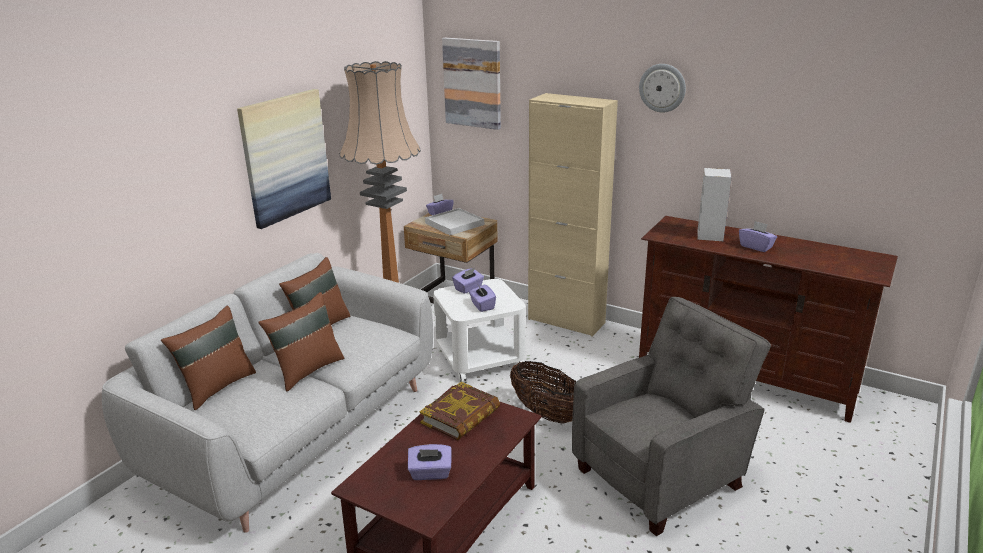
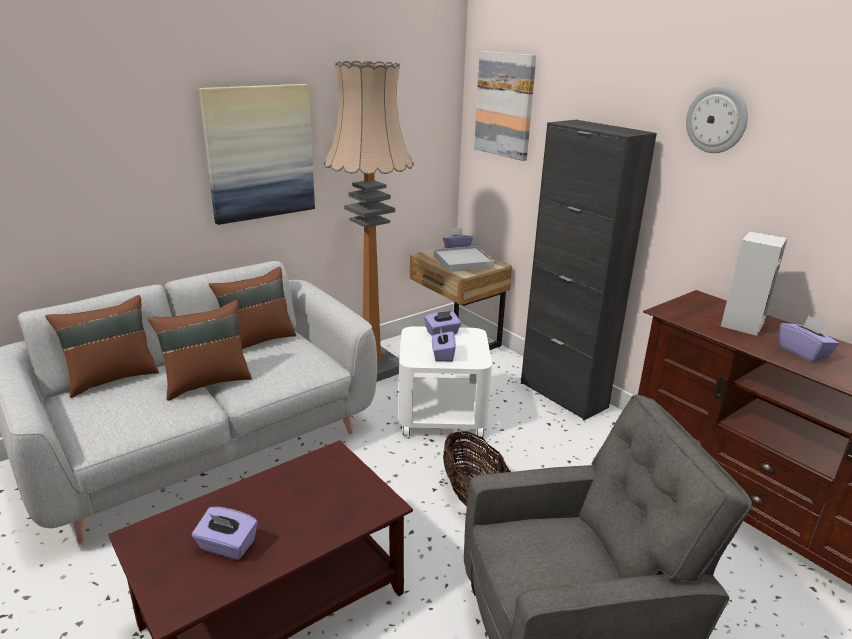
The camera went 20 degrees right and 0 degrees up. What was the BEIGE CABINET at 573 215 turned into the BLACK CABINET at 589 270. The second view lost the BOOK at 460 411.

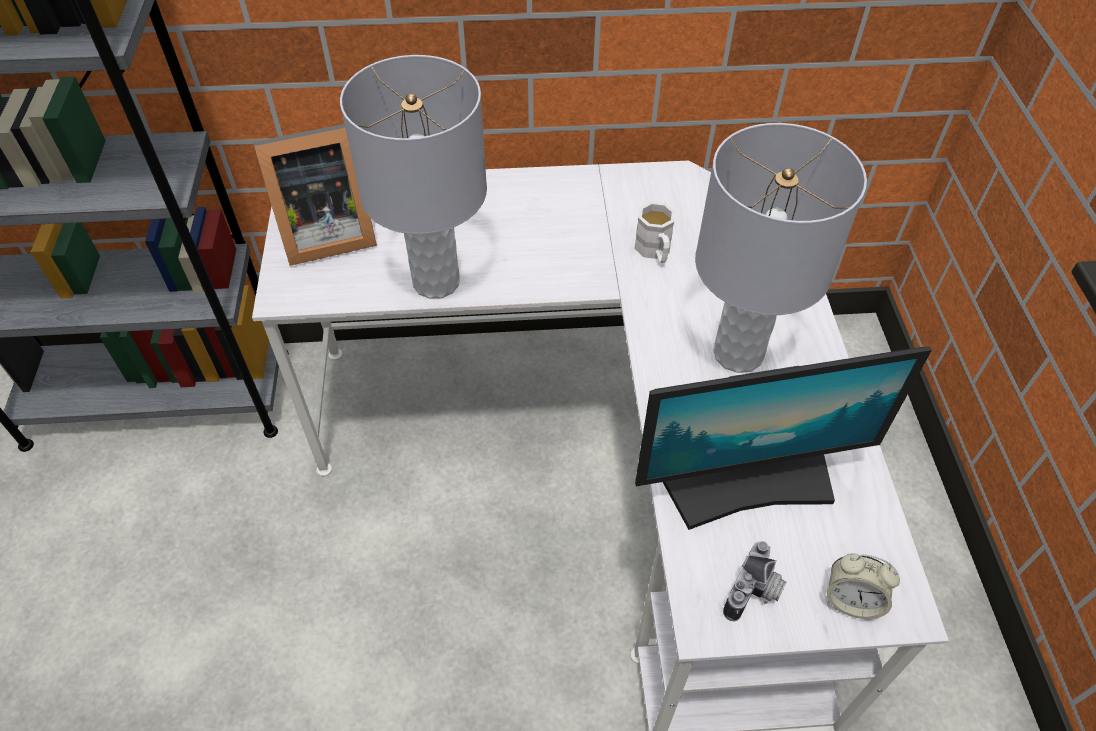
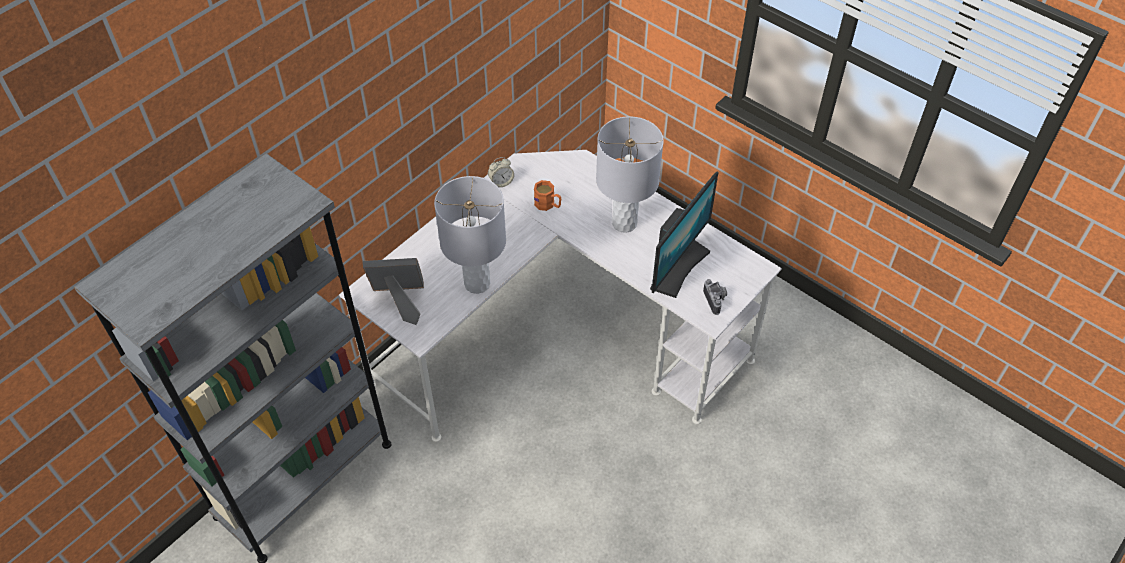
The camera went 45 degrees left and 0 degrees up. The PICTURE FRAME at 315 195 ended up facing another way, 120 degrees counterclockwise from before. What was the WHITE MUG at 655 232 turned into the ORANGE MUG at 547 195. The ALARM CLOCK ended up elsewhere, having gone from 863 586 to 501 172.

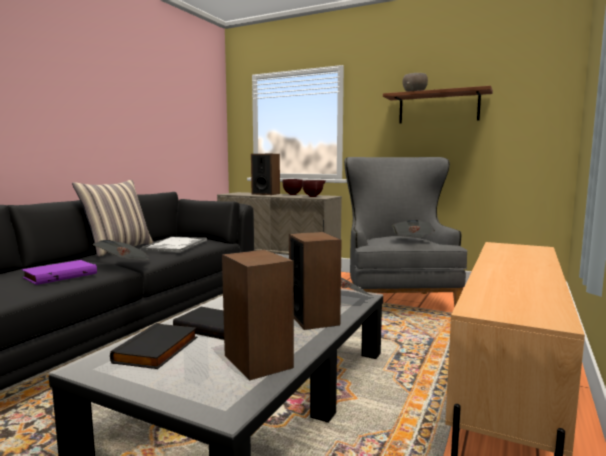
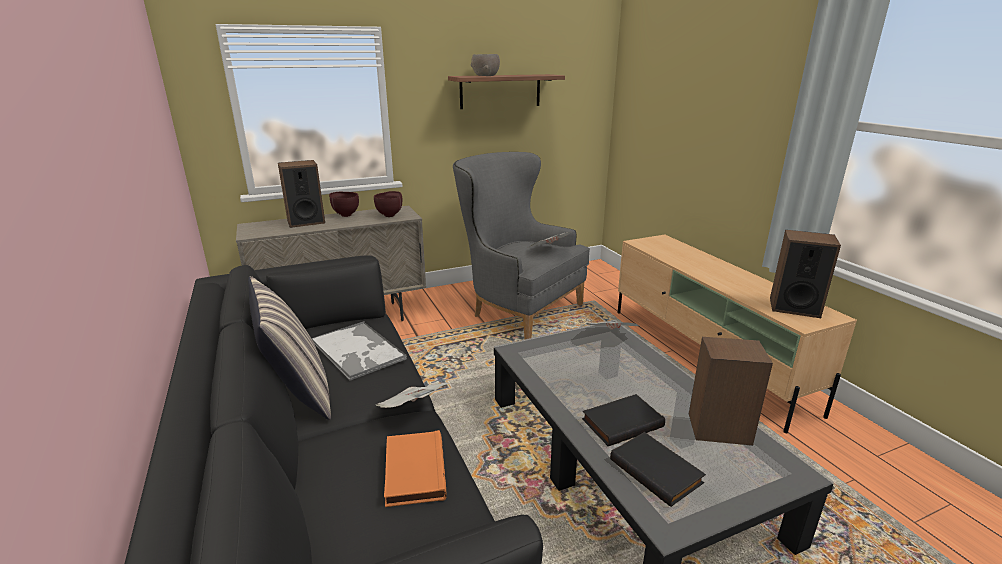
The camera went 50 degrees left and 15 degrees up. The SPEAKER ended up elsewhere, having gone from 315 281 to 805 274. What was the PURPLE BOOK at 59 272 turned into the ORANGE BOOK at 415 468.

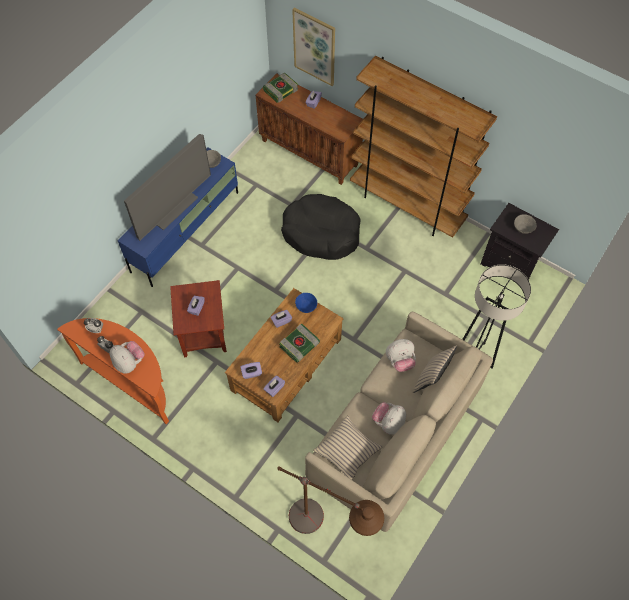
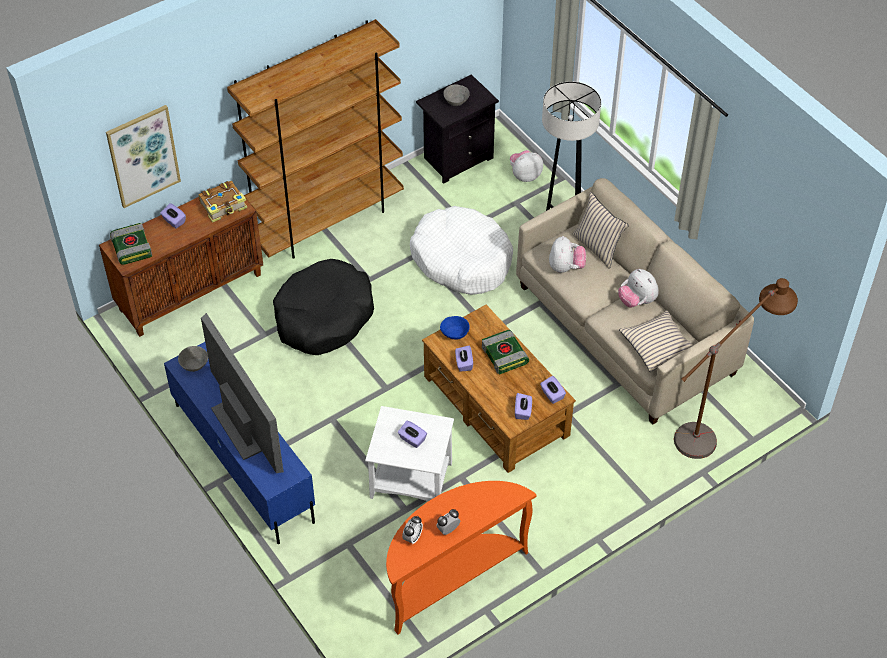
The camera went 70 degrees left and 10 degrees down. What was the BROWN SIDE TABLE at 198 318 turned into the WHITE SIDE TABLE at 409 453. The PLUSH TOY ended up elsewhere, having gone from 127 357 to 526 166. The second view gained the BOOK at 222 202. The second view gained the WHITE DOG BED at 461 250.

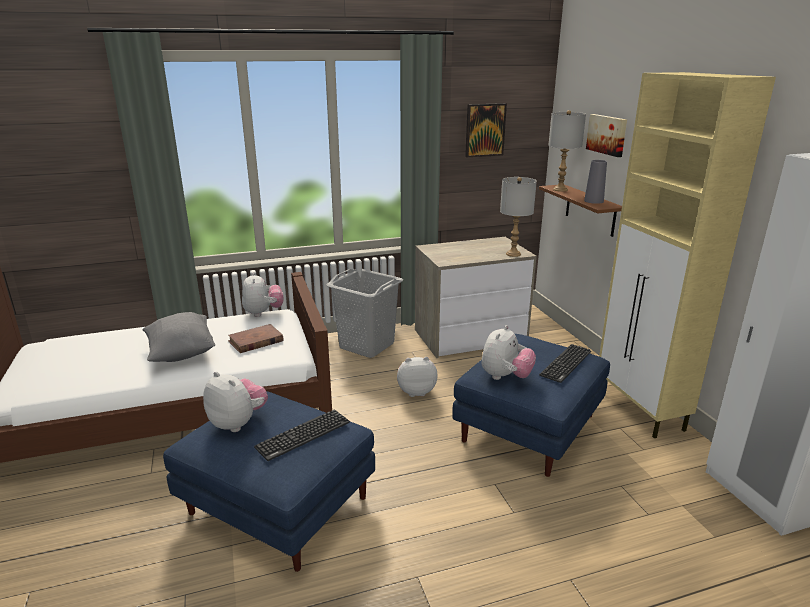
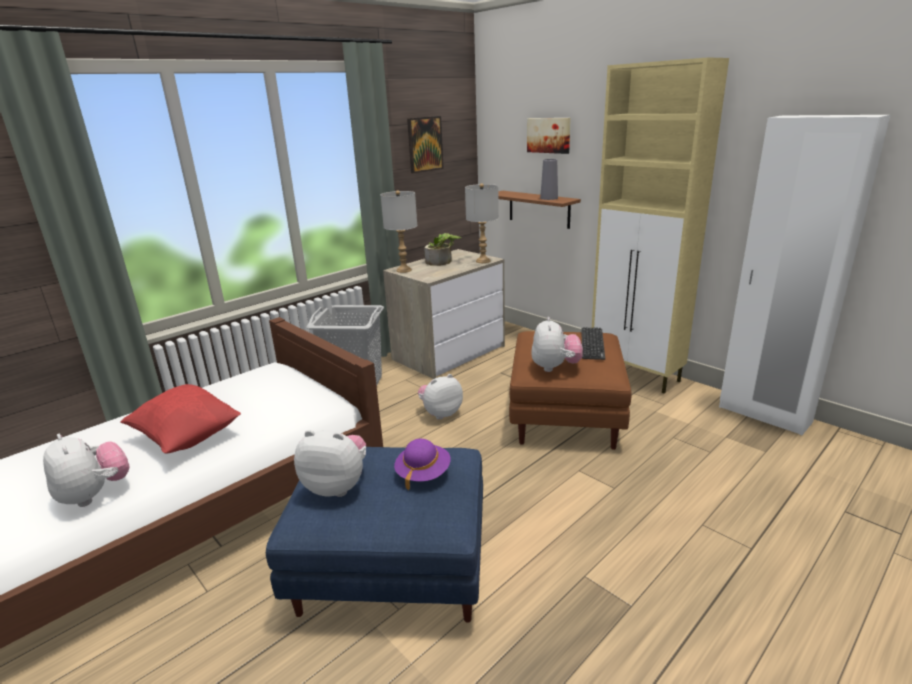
The camera went 25 degrees left and 0 degrees up. The GREY TABLE LAMP ended up elsewhere, having gone from 567 151 to 399 231. The PLUSH TOY ended up elsewhere, having gone from 262 294 to 86 470. What was the GREY PILLOW at 178 337 turned into the RED PILLOW at 181 419. The second view lost the BROWN BOOK at 256 338. What was the BLUE OTTOMAN at 531 405 turned into the BROWN OTTOMAN at 570 390. Where the KEYBOARD stood at 302 435, the PURPLE HAT came to stand at 422 464. The second view gained the POTTED PLANT at 443 249.

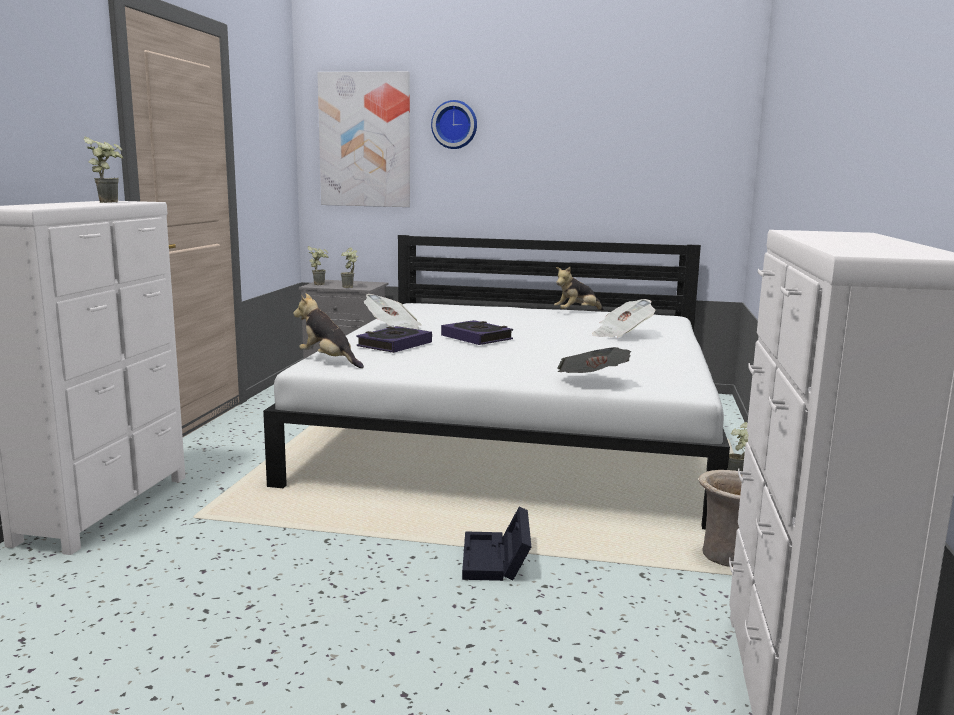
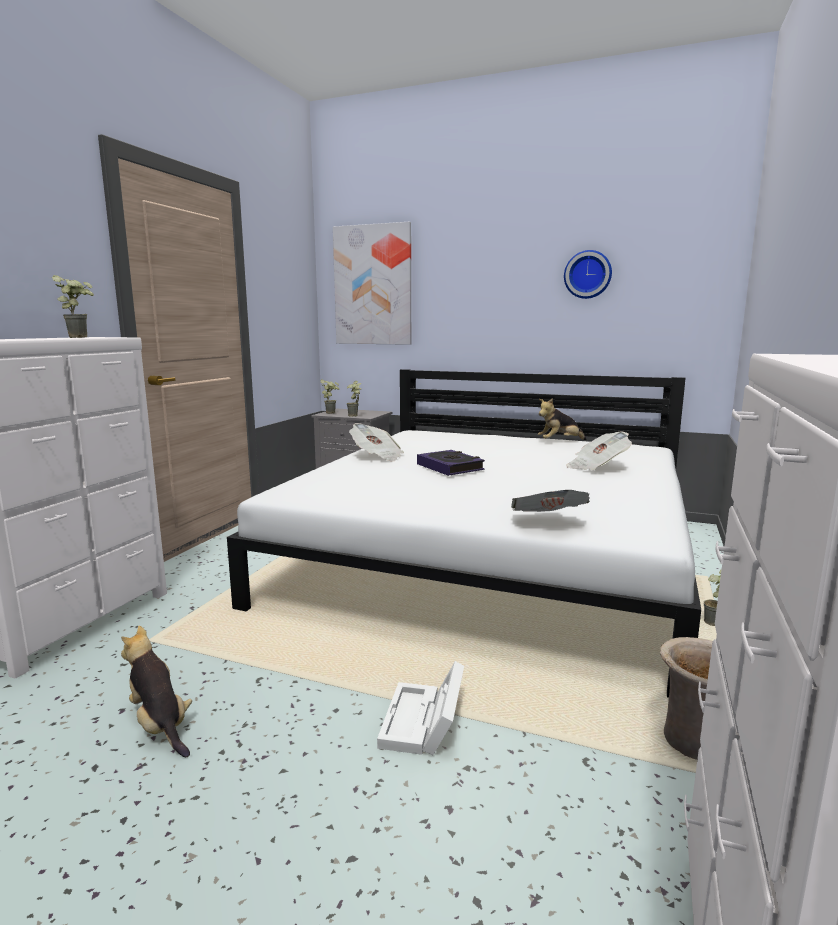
The camera went 10 degrees right and 0 degrees up. The WALL CLOCK ended up elsewhere, having gone from 454 124 to 588 274. The PLUSH TOY ended up elsewhere, having gone from 328 330 to 156 691. The second view lost the BOOK at 394 339. What was the BLACK STORAGE BOX at 497 543 turned into the WHITE STORAGE BOX at 420 708.

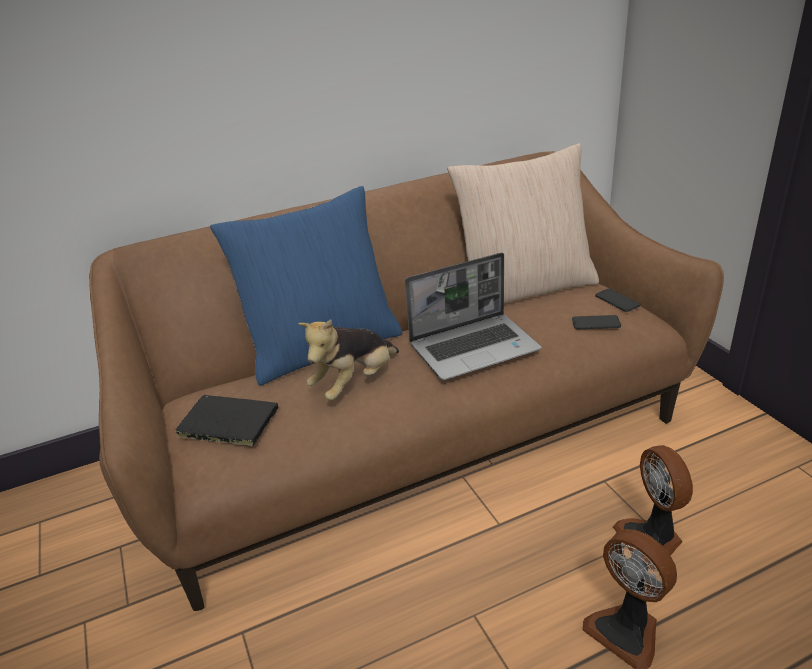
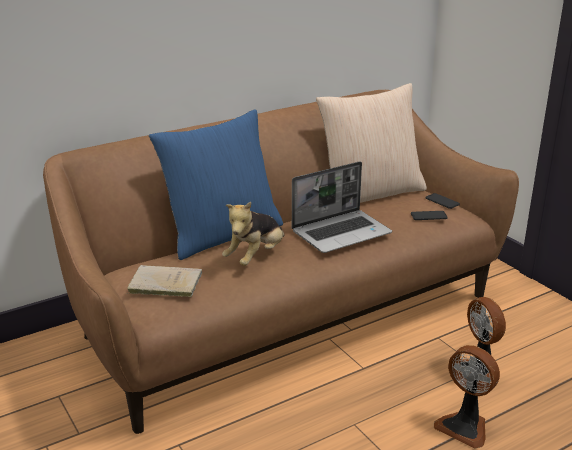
The camera went 10 degrees left and 5 degrees down. What was the BLACK BOOK at 227 420 turned into the BEIGE BOOK at 164 281.

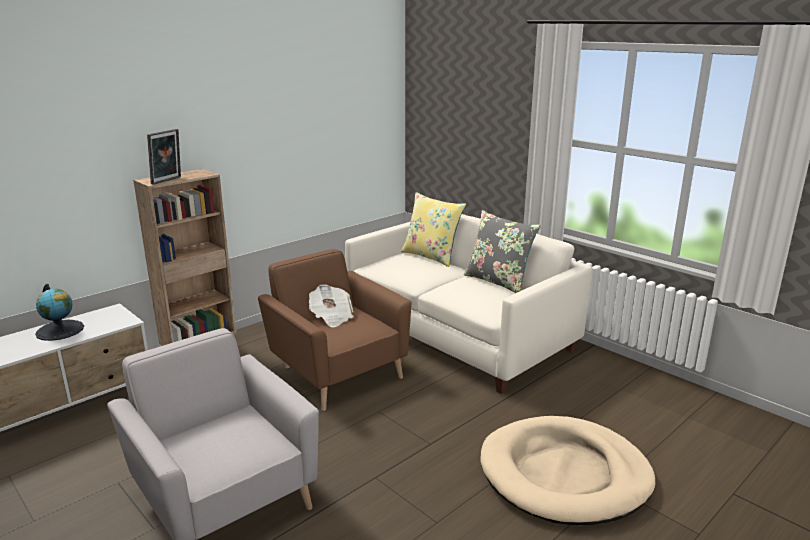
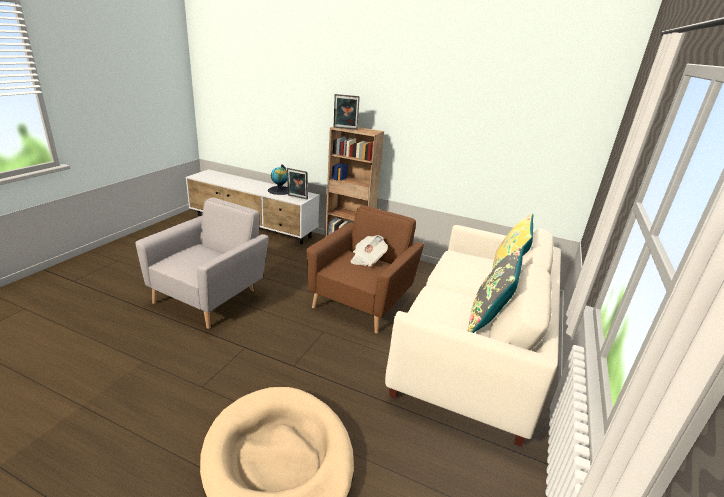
The camera went 65 degrees right and 5 degrees up. The second view gained the PICTURE FRAME at 297 183.

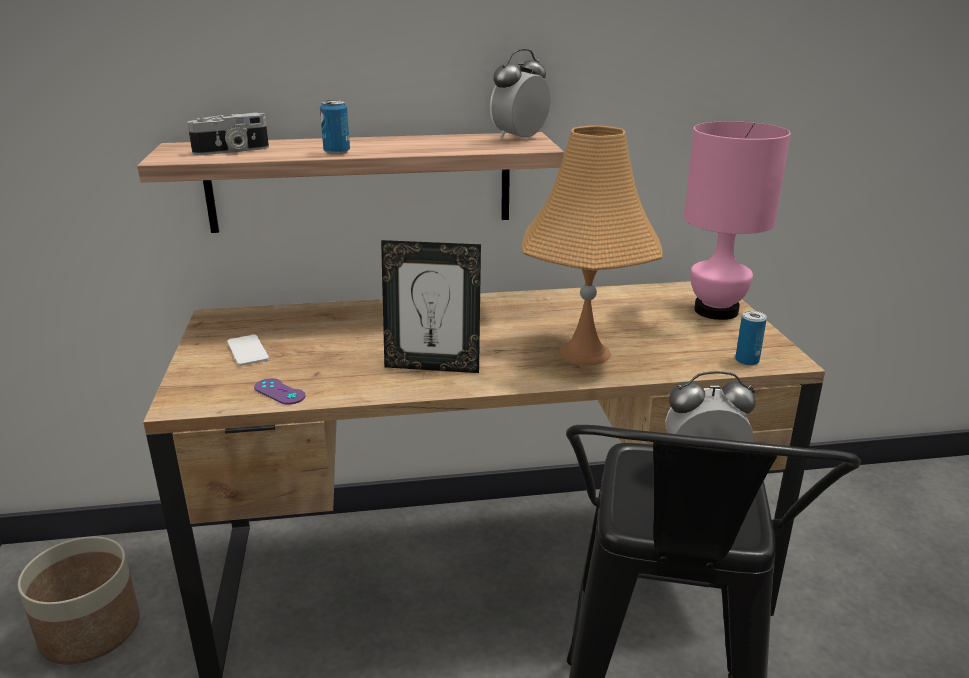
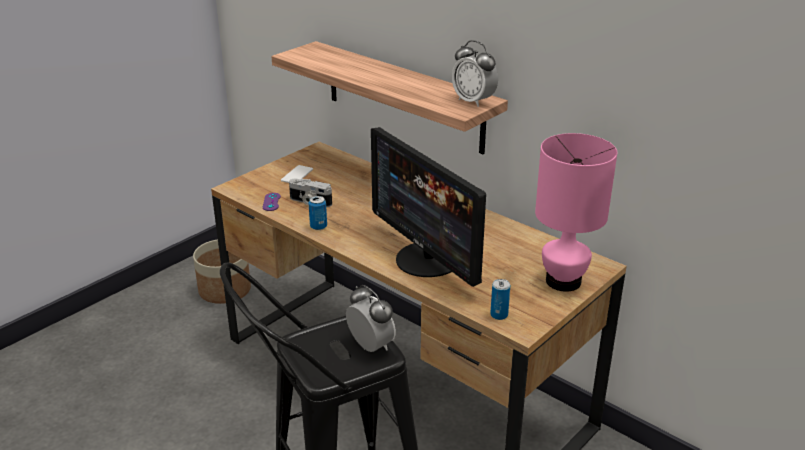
The camera went 50 degrees right and 5 degrees up. The ALARM CLOCK at 520 94 ended up facing another way, 135 degrees counterclockwise from before. The CAN ended up elsewhere, having gone from 335 127 to 318 213. The PHOTO CAMERA ended up elsewhere, having gone from 228 134 to 310 193. Where the ORANGE TABLE LAMP stood at 592 245, the MONITOR came to stand at 428 207. The second view lost the PICTURE FRAME at 431 306.

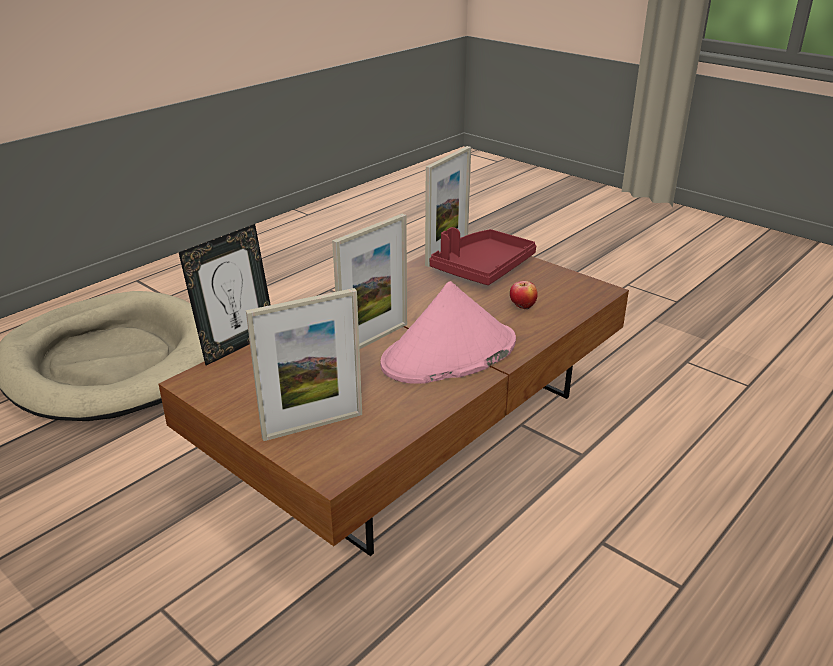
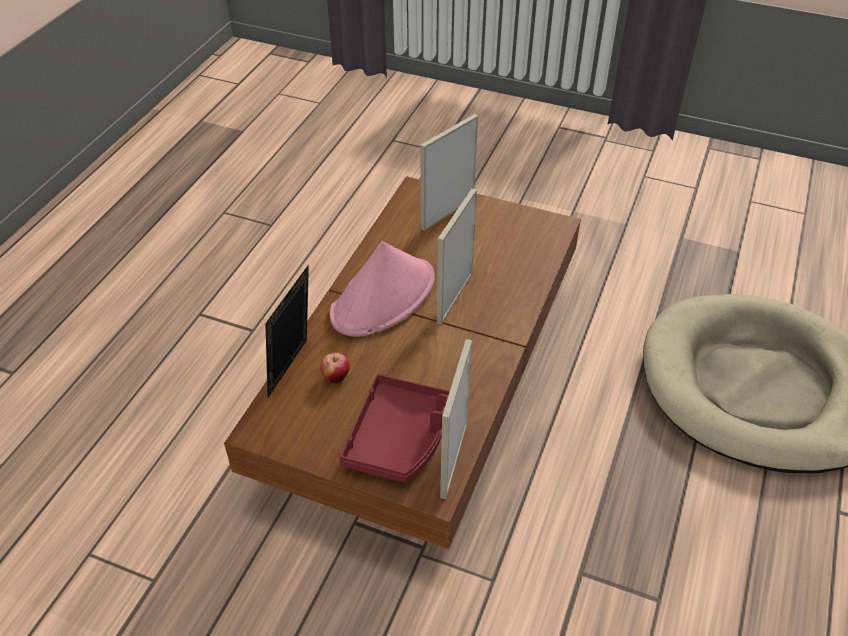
The camera went 160 degrees right and 15 degrees up. The PICTURE FRAME ended up elsewhere, having gone from 225 294 to 287 330.

